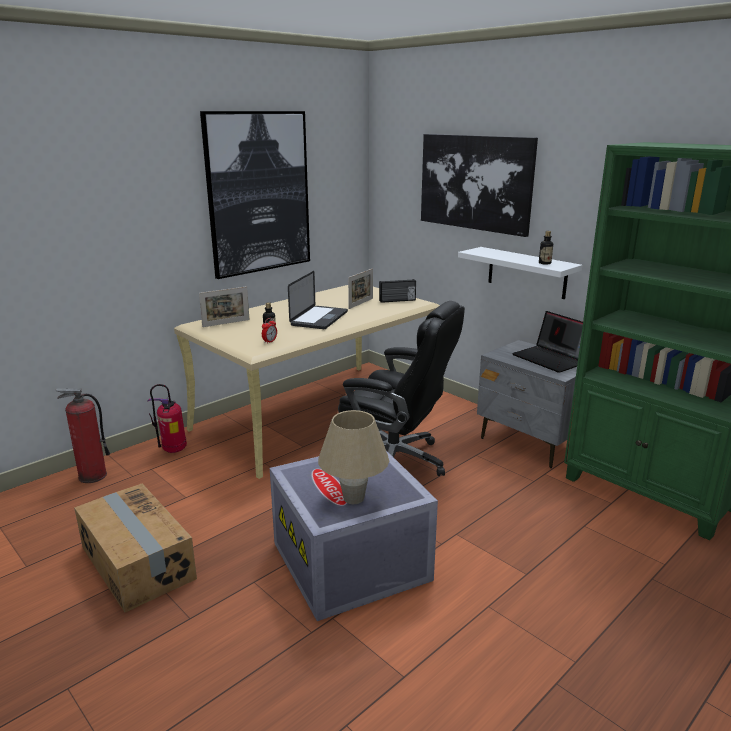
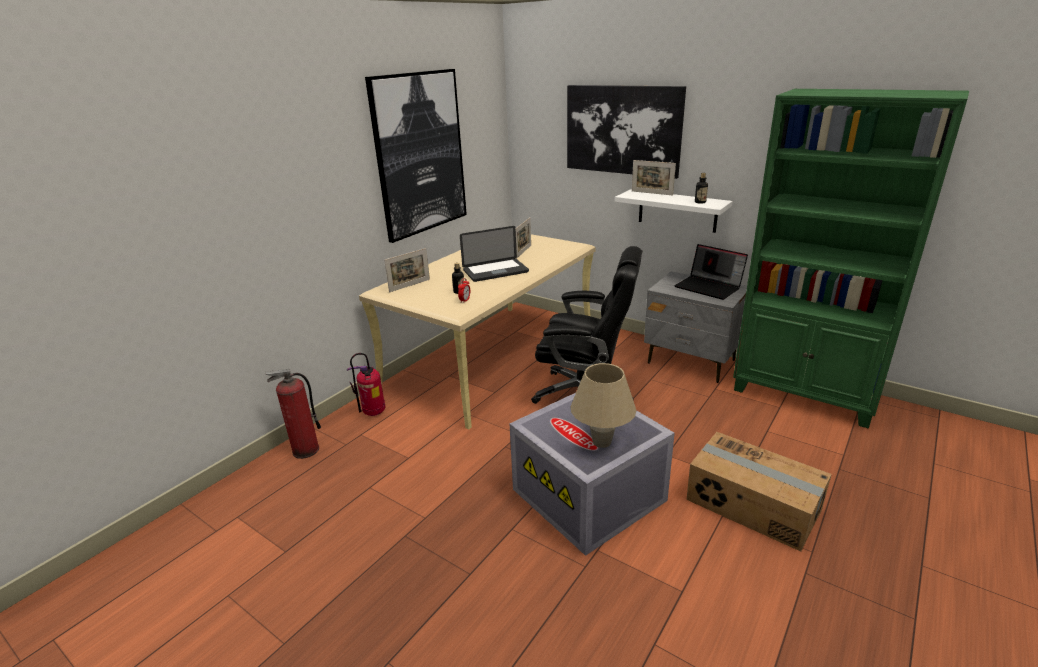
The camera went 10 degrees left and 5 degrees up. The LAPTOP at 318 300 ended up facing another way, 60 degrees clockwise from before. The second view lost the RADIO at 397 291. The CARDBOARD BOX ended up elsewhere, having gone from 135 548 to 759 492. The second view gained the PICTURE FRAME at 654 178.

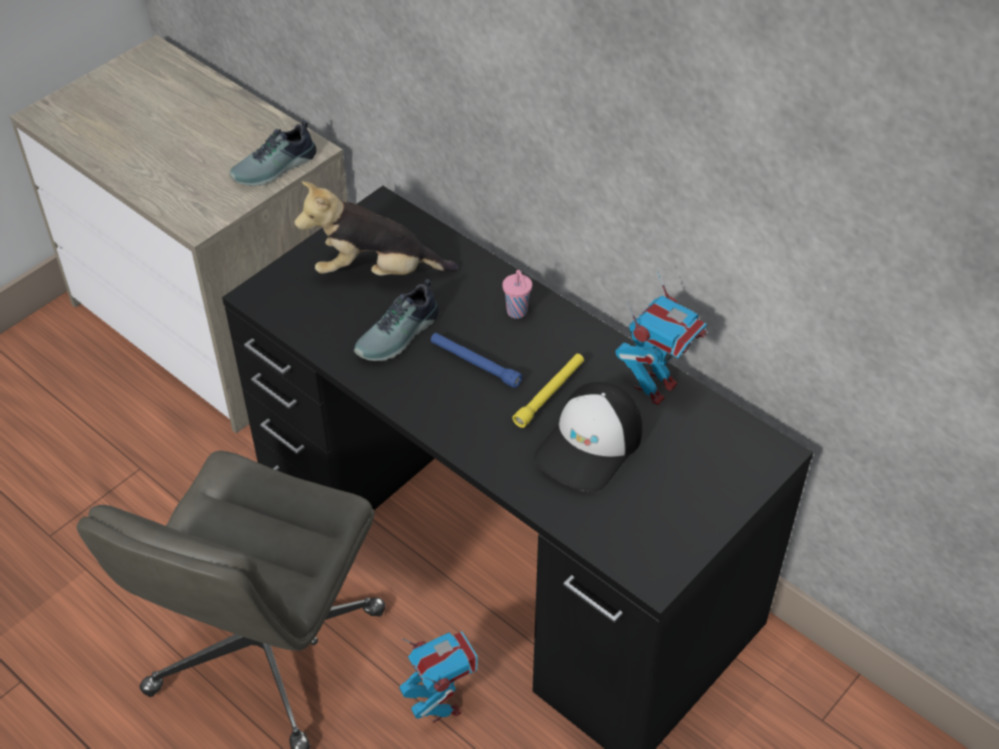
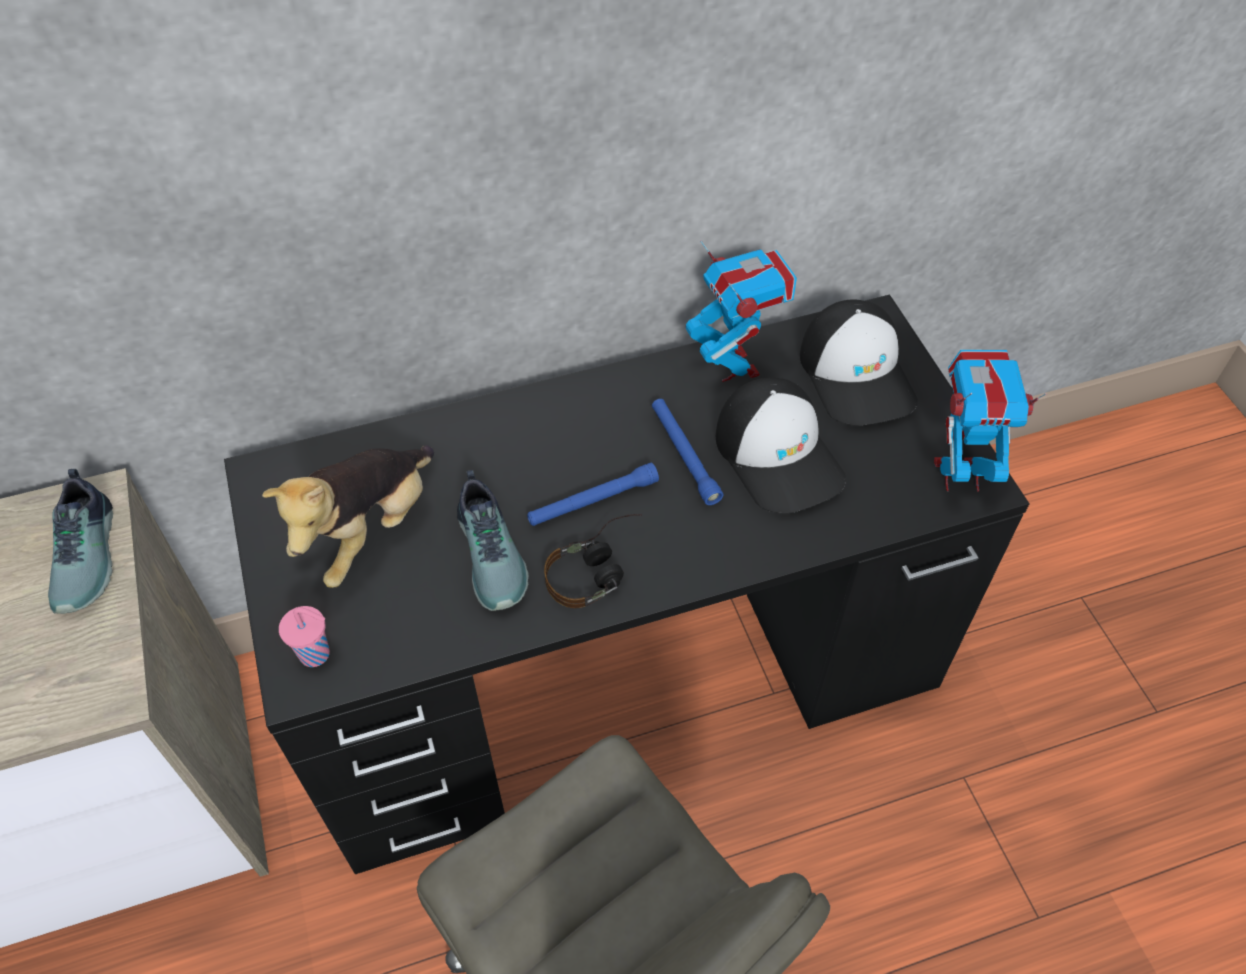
The camera went 60 degrees left and 5 degrees up. The PINK CUP ended up elsewhere, having gone from 517 294 to 304 636. What was the YELLOW FLASHLIGHT at 548 391 turned into the BLUE FLASHLIGHT at 687 452. The TOY ROBOT ended up elsewhere, having gone from 438 677 to 990 420. The second view gained the CAP at 859 362. The second view gained the HEADPHONES at 593 561.

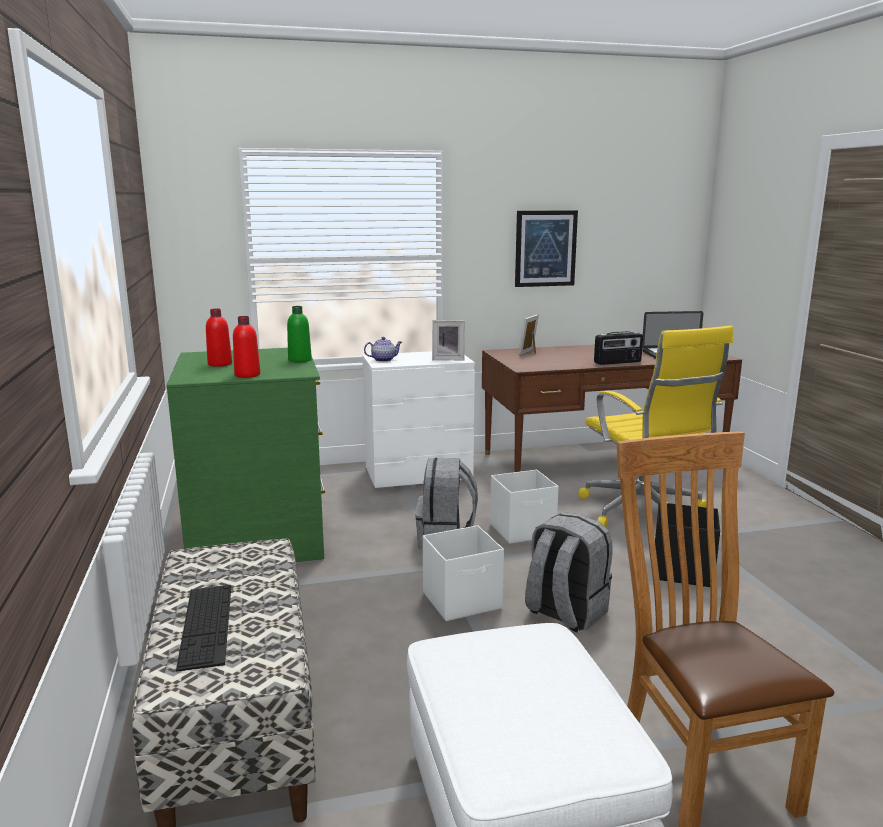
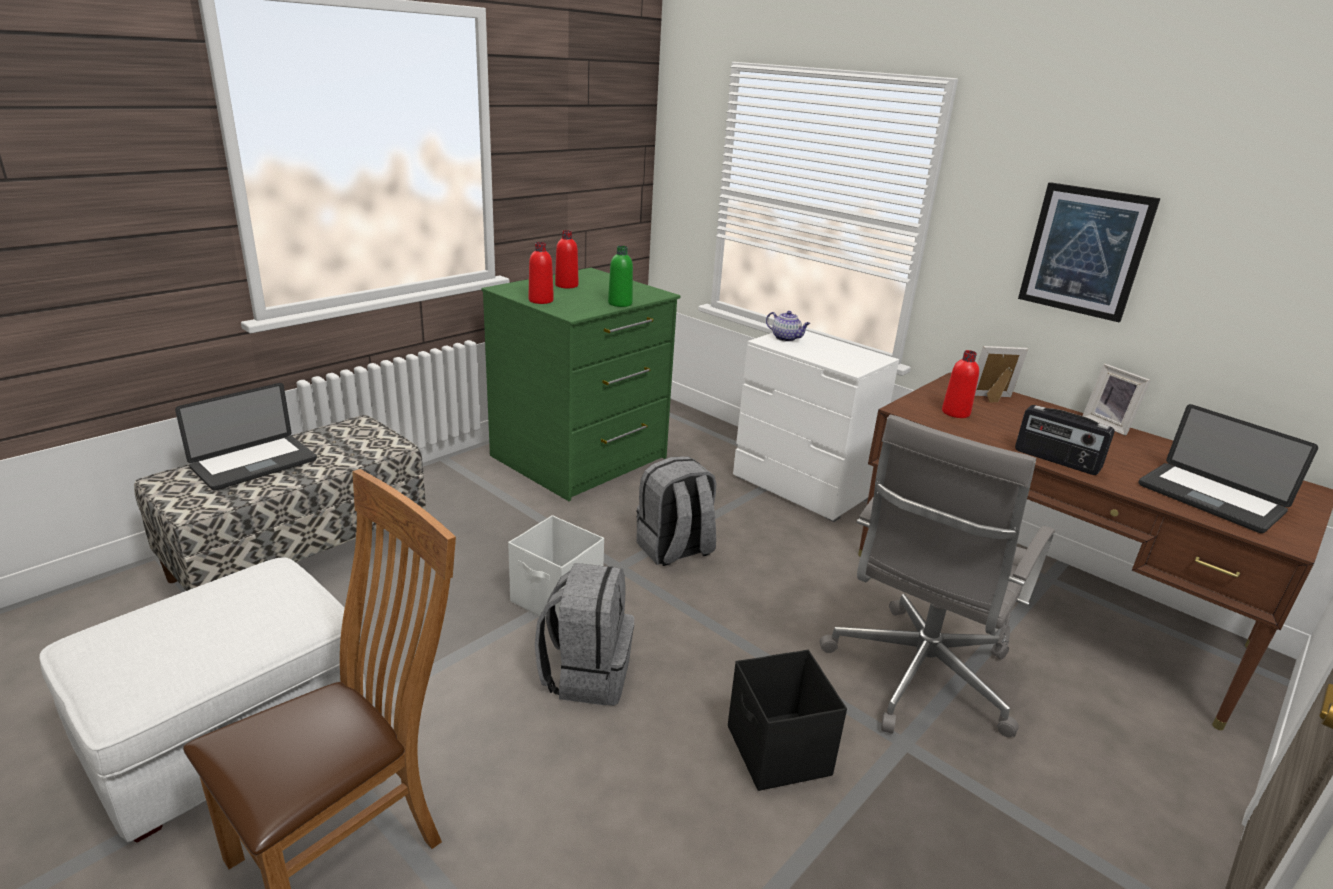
The camera went 55 degrees right and 10 degrees up. The PICTURE FRAME ended up elsewhere, having gone from 448 340 to 1117 400. What was the YELLOW OFFICE CHAIR at 655 427 turned into the GREY OFFICE CHAIR at 937 576. The second view lost the WHITE STORAGE BOX at 524 507. Where the KEYBOARD stood at 203 628, the LAPTOP came to stand at 246 437. The second view gained the RED BOTTLE at 960 384.

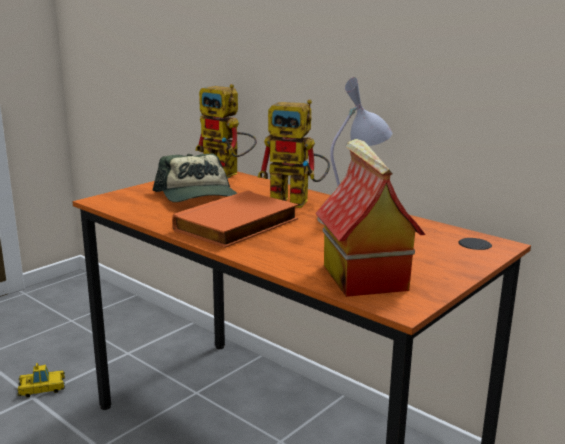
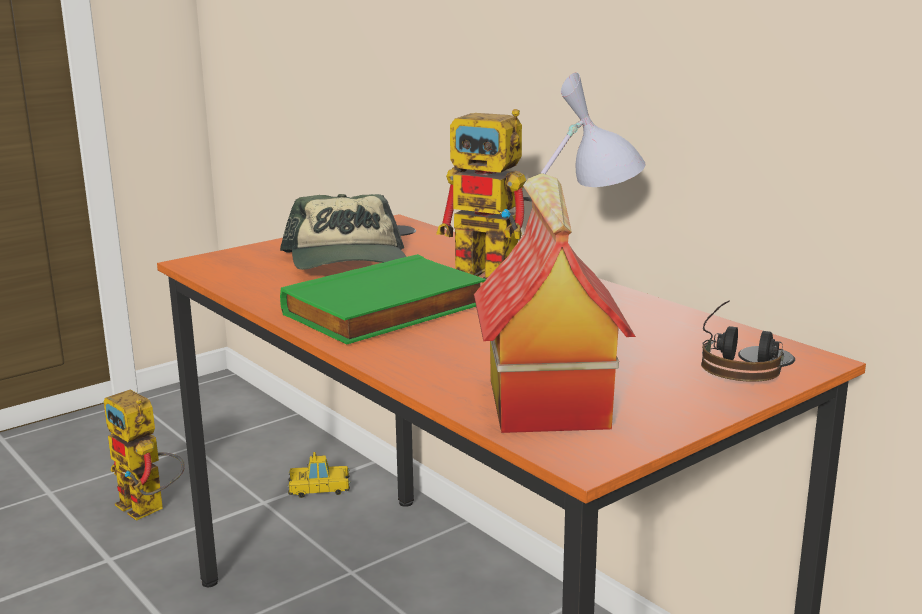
The camera went 10 degrees right and 0 degrees up. The TOY ROBOT ended up elsewhere, having gone from 226 131 to 144 455. What was the ORANGE BOOK at 235 219 turned into the GREEN BOOK at 383 299. The TOY CAR ended up elsewhere, having gone from 41 380 to 319 475. The second view gained the HEADPHONES at 742 341.

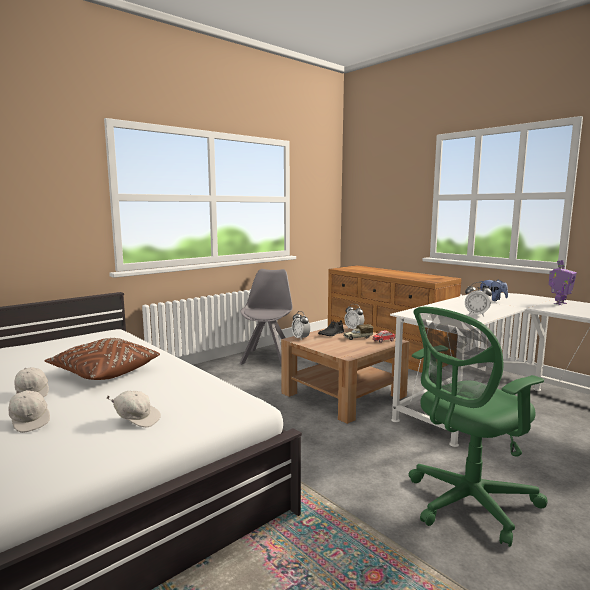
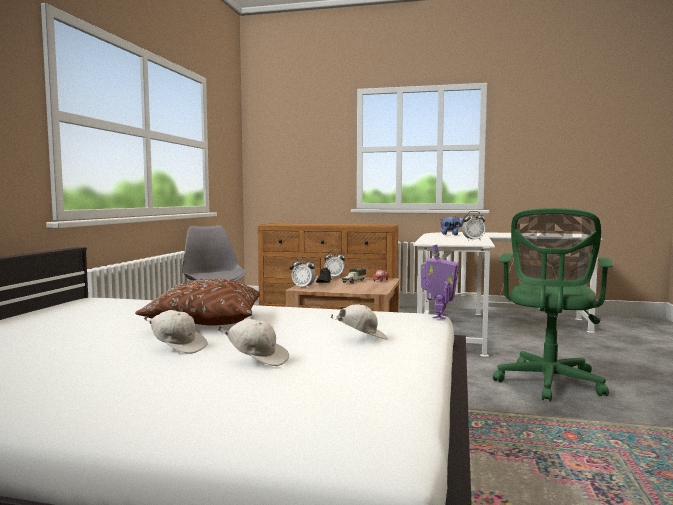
The camera went 35 degrees left and 5 degrees down. The TOY ROBOT ended up elsewhere, having gone from 563 282 to 440 282.

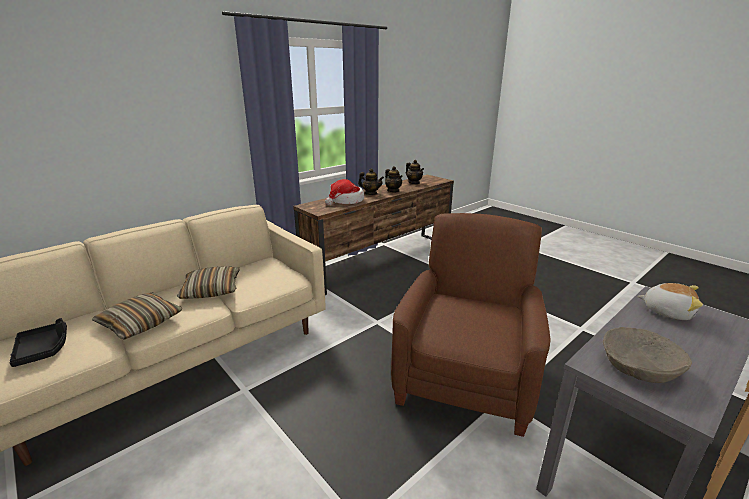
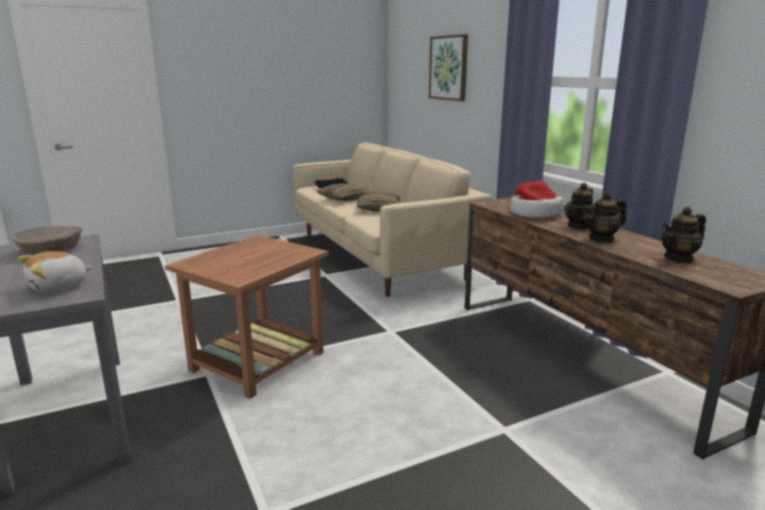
The camera went 105 degrees right and 5 degrees down. Where the BROWN ARMCHAIR stood at 470 325, the BROWN SIDE TABLE came to stand at 247 317. The second view gained the PICTURE at 448 67.

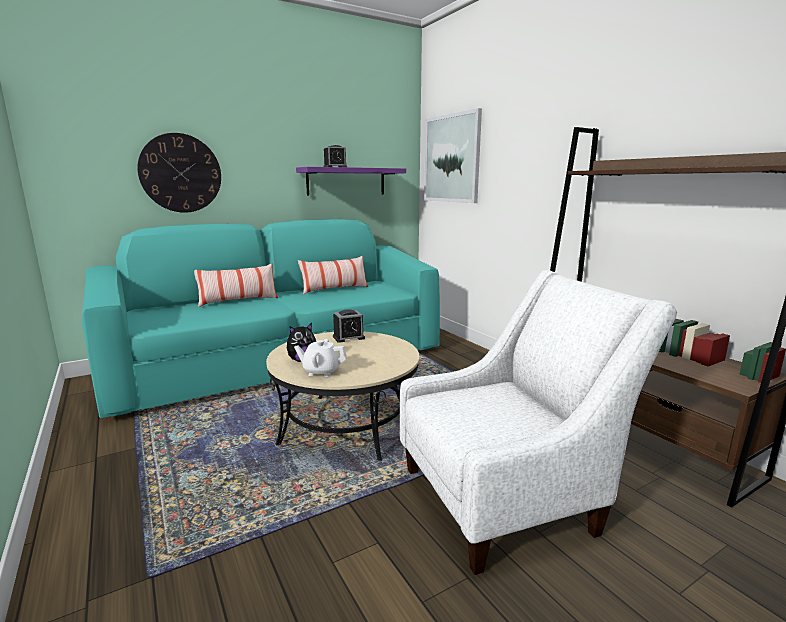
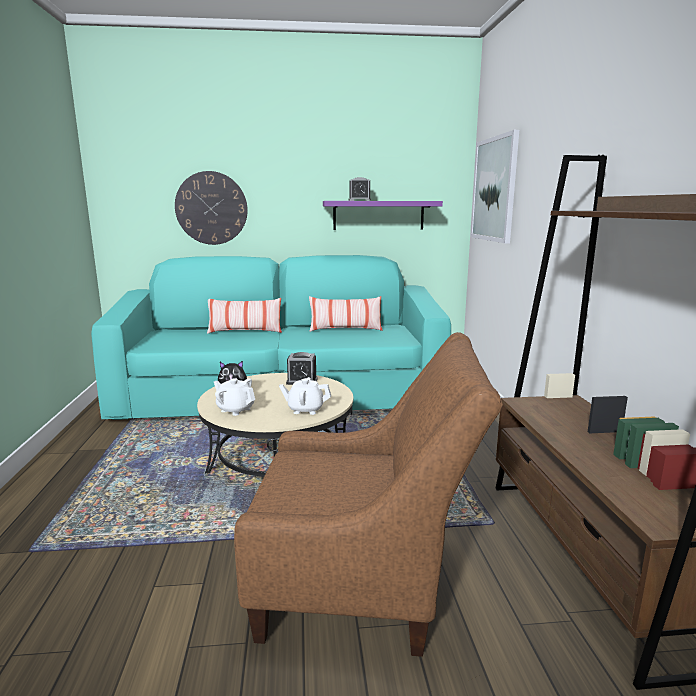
The camera went 25 degrees right and 0 degrees up. What was the WHITE ARMCHAIR at 538 422 turned into the BROWN ARMCHAIR at 368 494. The second view gained the WHITE TEAPOT at 305 396.

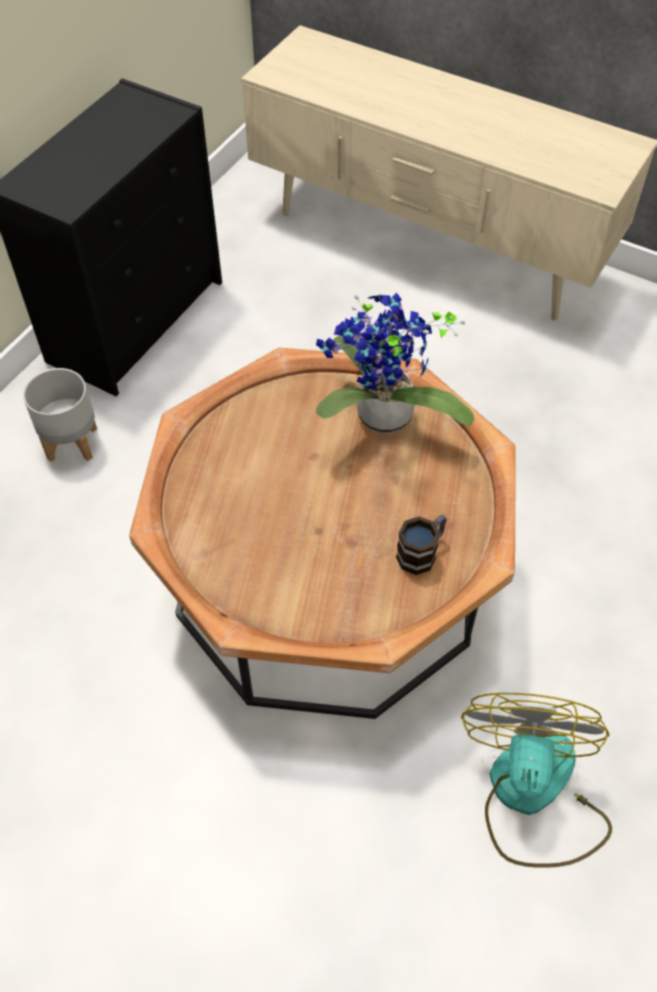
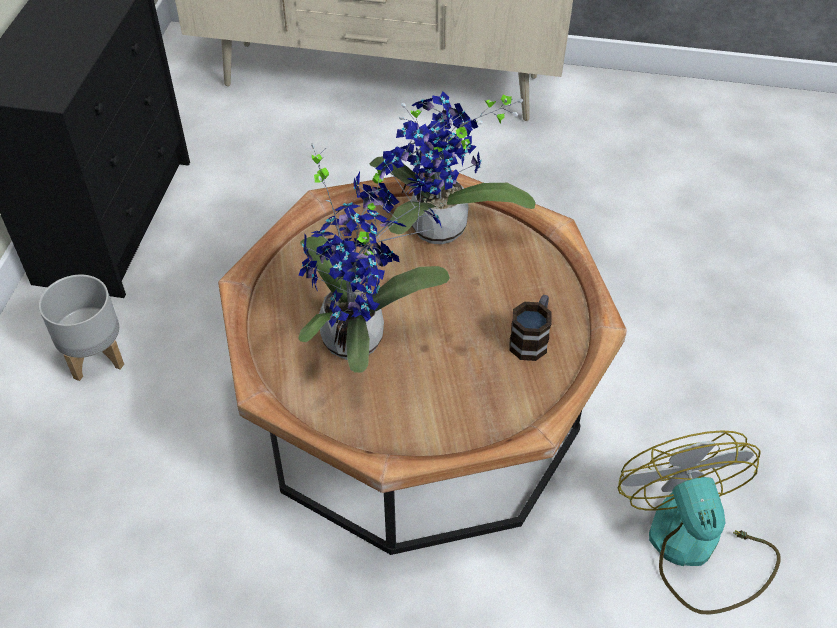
The camera went 20 degrees left and 5 degrees down. The second view gained the POTTED PLANT at 374 257.

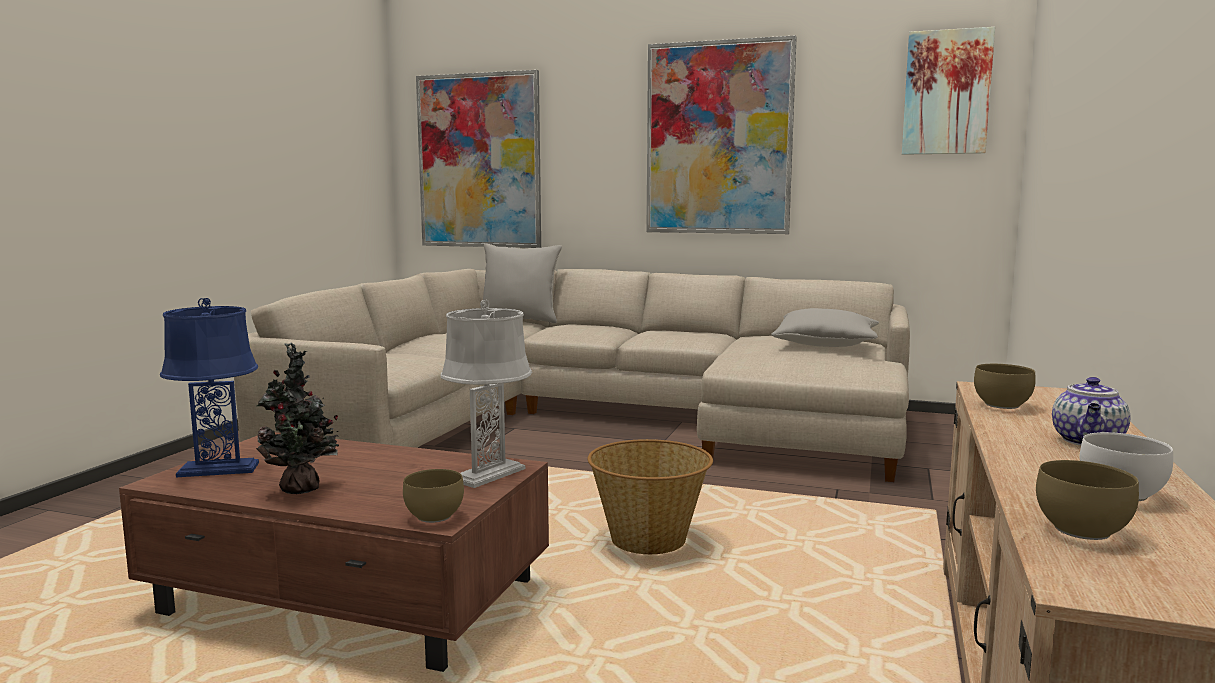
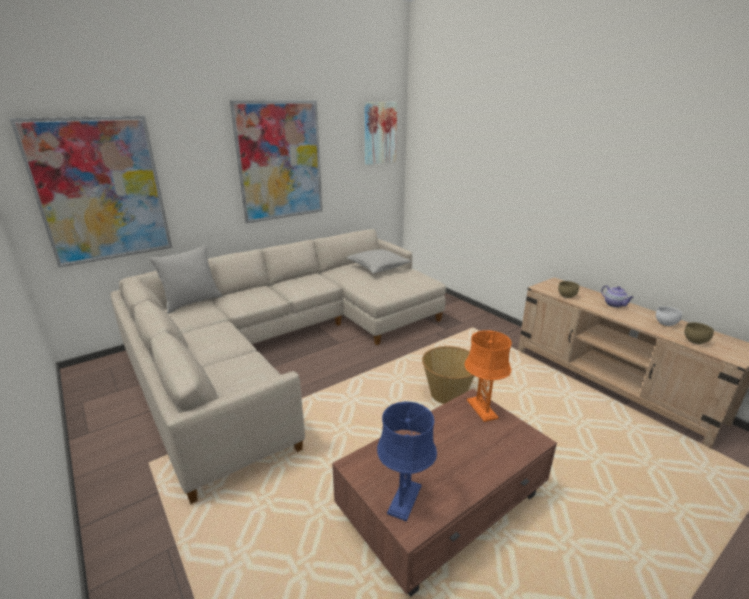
The camera went 55 degrees left and 15 degrees up. What was the GREY TABLE LAMP at 486 394 turned into the ORANGE TABLE LAMP at 488 376. The second view lost the POTTED PLANT at 297 418. The second view lost the BROWN BOWL at 433 496.

